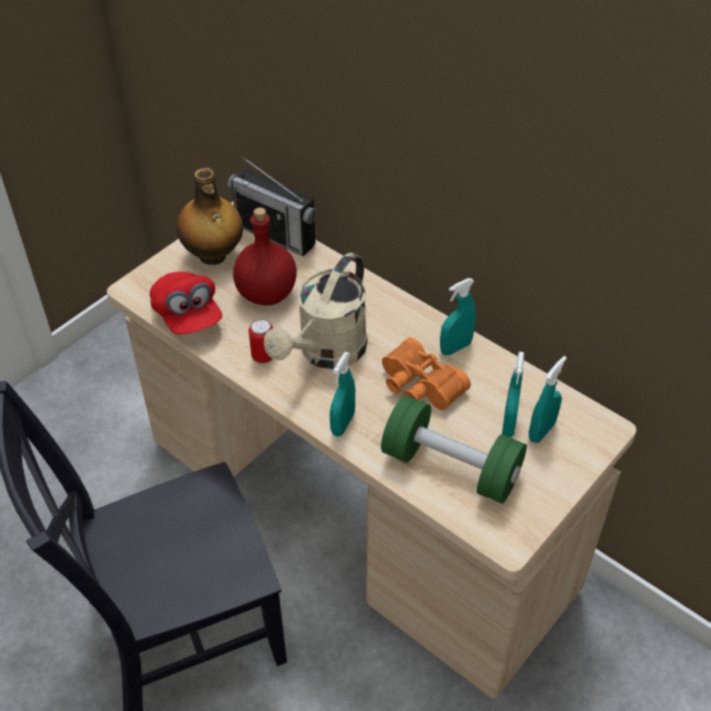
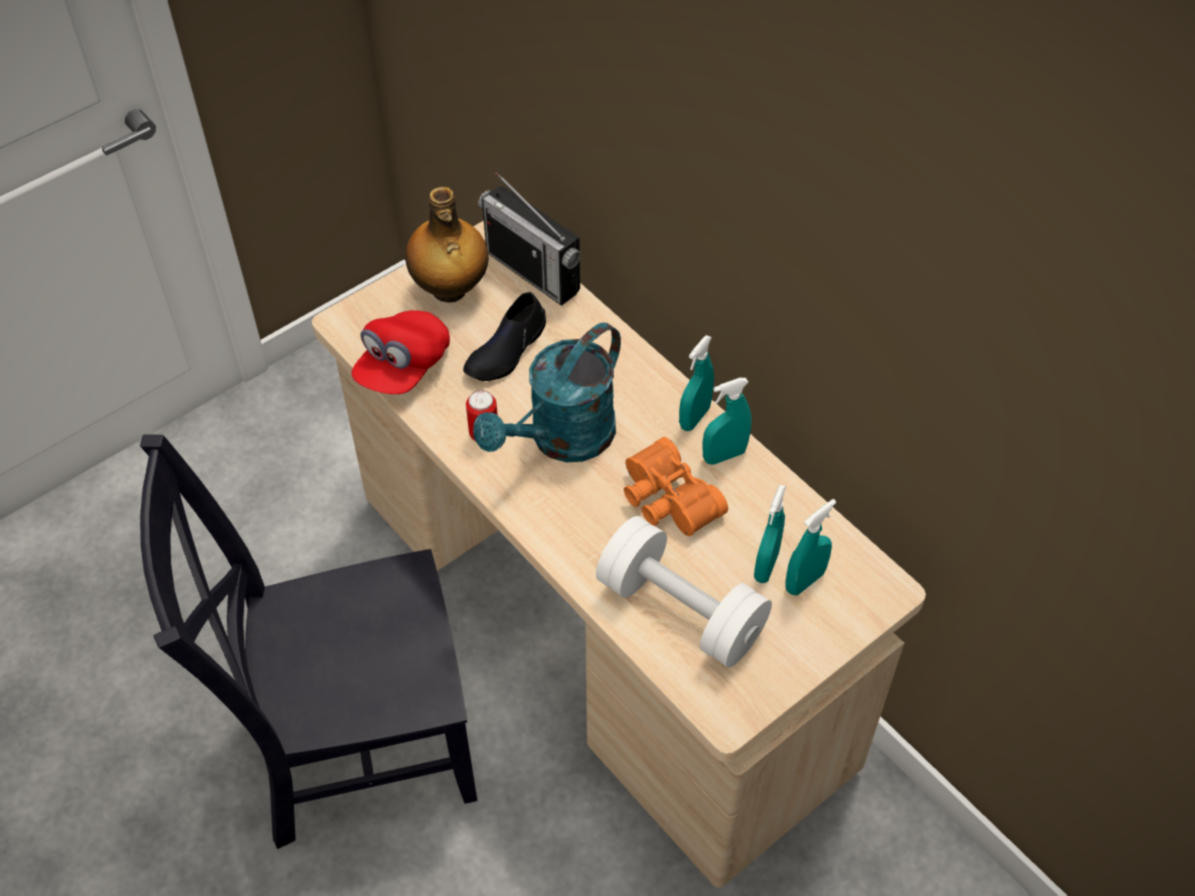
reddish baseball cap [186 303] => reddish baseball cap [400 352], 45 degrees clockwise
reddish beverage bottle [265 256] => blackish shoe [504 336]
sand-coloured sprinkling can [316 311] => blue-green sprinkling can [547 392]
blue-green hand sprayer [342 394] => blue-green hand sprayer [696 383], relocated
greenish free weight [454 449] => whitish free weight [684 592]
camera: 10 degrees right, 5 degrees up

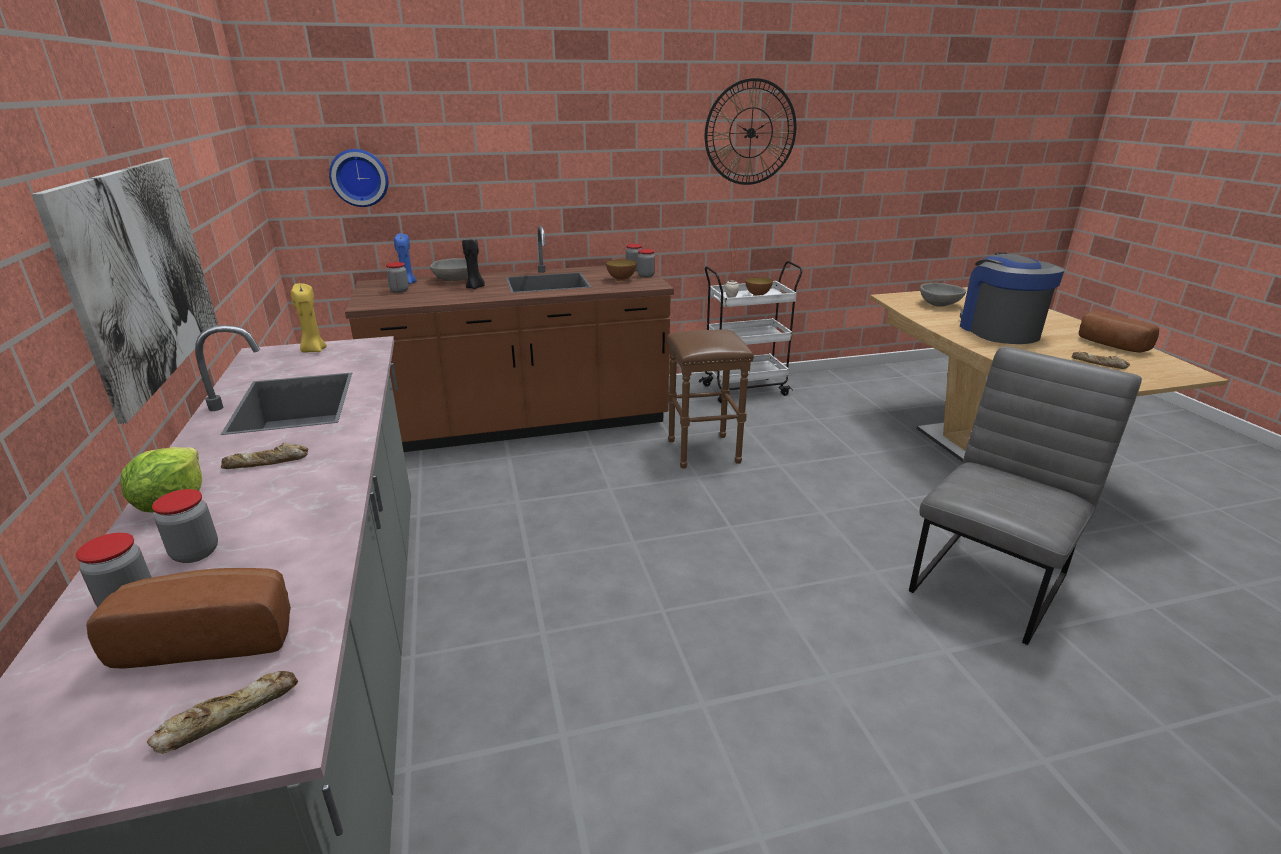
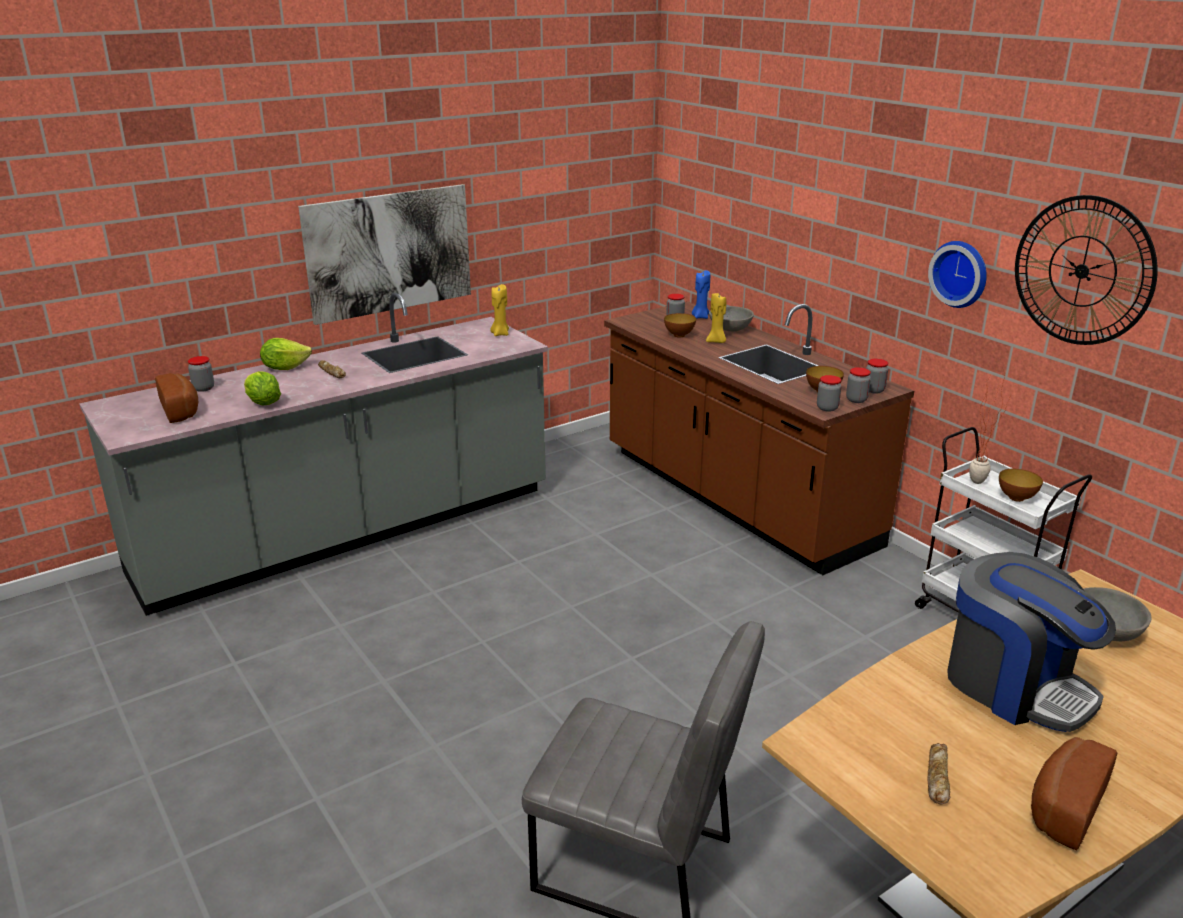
bakery bread [222 712] => nothing
jar [185 526] => jar [829 393], relocated
hanging clock [358 178] => hanging clock [957 274], relocated
blackish wax candle [473 263] => yellow wax candle [716 318]
brownish stool seat [710 399] => nothing
coffee machine [1012 298] => coffee machine [1031 642], 75 degrees clockwise
nothing => lettuce [262 388]
nothing => deep dish [680 325]
camera: 70 degrees right, 0 degrees up

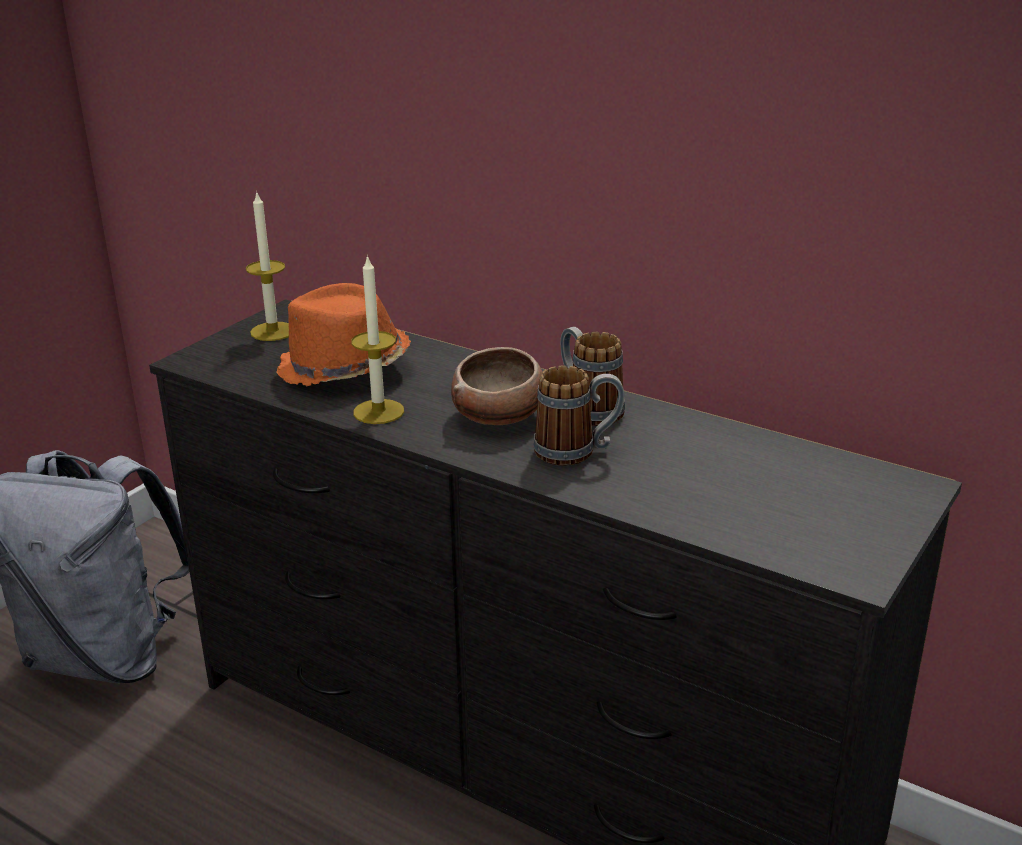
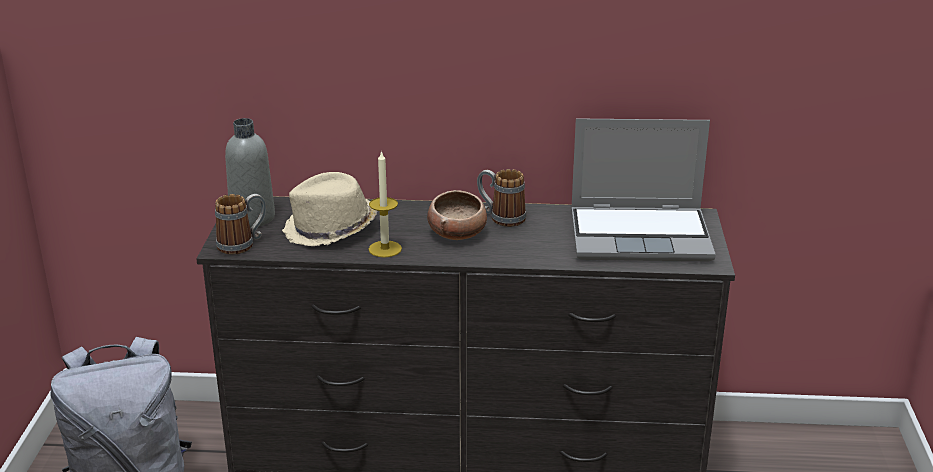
wax candle [267 267] => gray beverage bottle [250 172]
orangey wearable hat [343 334] => sand-coloured wearable hat [329 209]
tea mug [579 415] => tea mug [240 224], relocated
nothing => portable computer [643 189]
camera: 30 degrees left, 0 degrees up

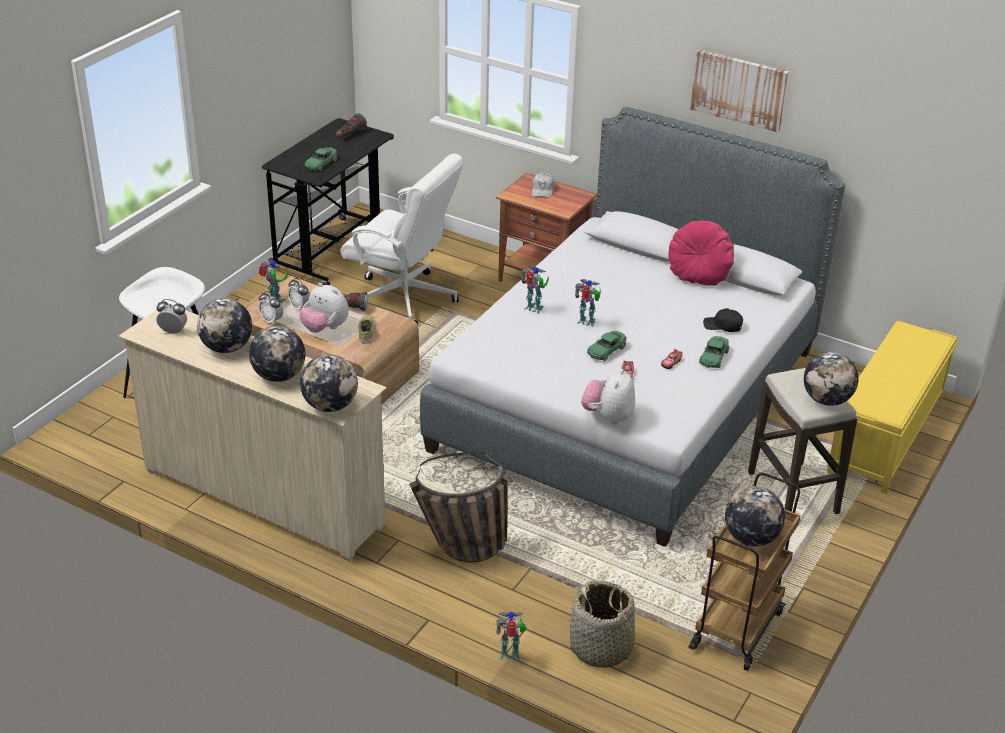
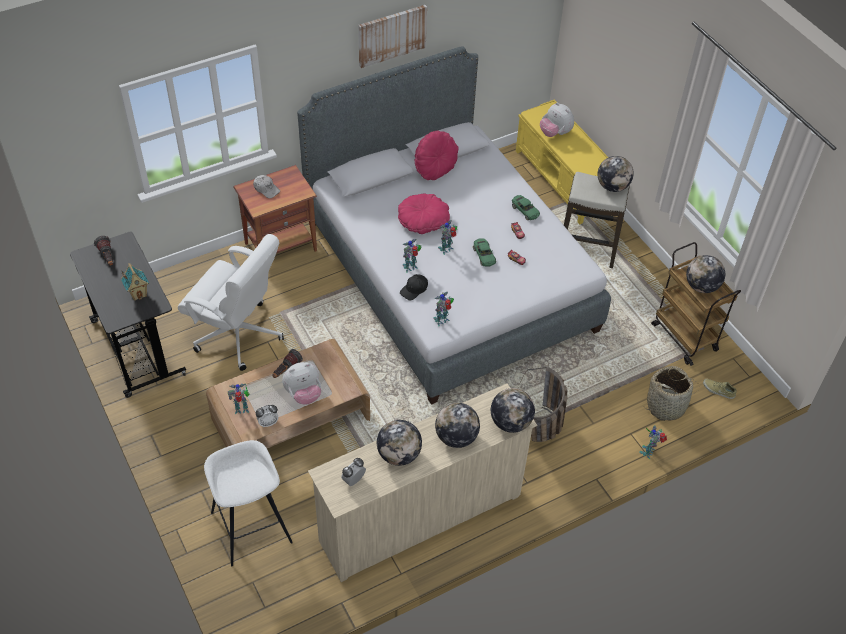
table clock [299 294] => nothing
greenish toy car [321 159] => model house [135 282]
whitish desk chair [401 239] => whitish desk chair [231 302], 60 degrees clockwise
sand-coloured shoe [366 329] => sand-coloured shoe [720 389], relocated
soft toy [608 397] => soft toy [557 119], relocated
blackish baseball cap [723 320] => blackish baseball cap [414 287], relocated
nothing => pink-coloured pillow [424 213]
nothing => robot figure [443 309]
camera: 60 degrees left, 15 degrees up

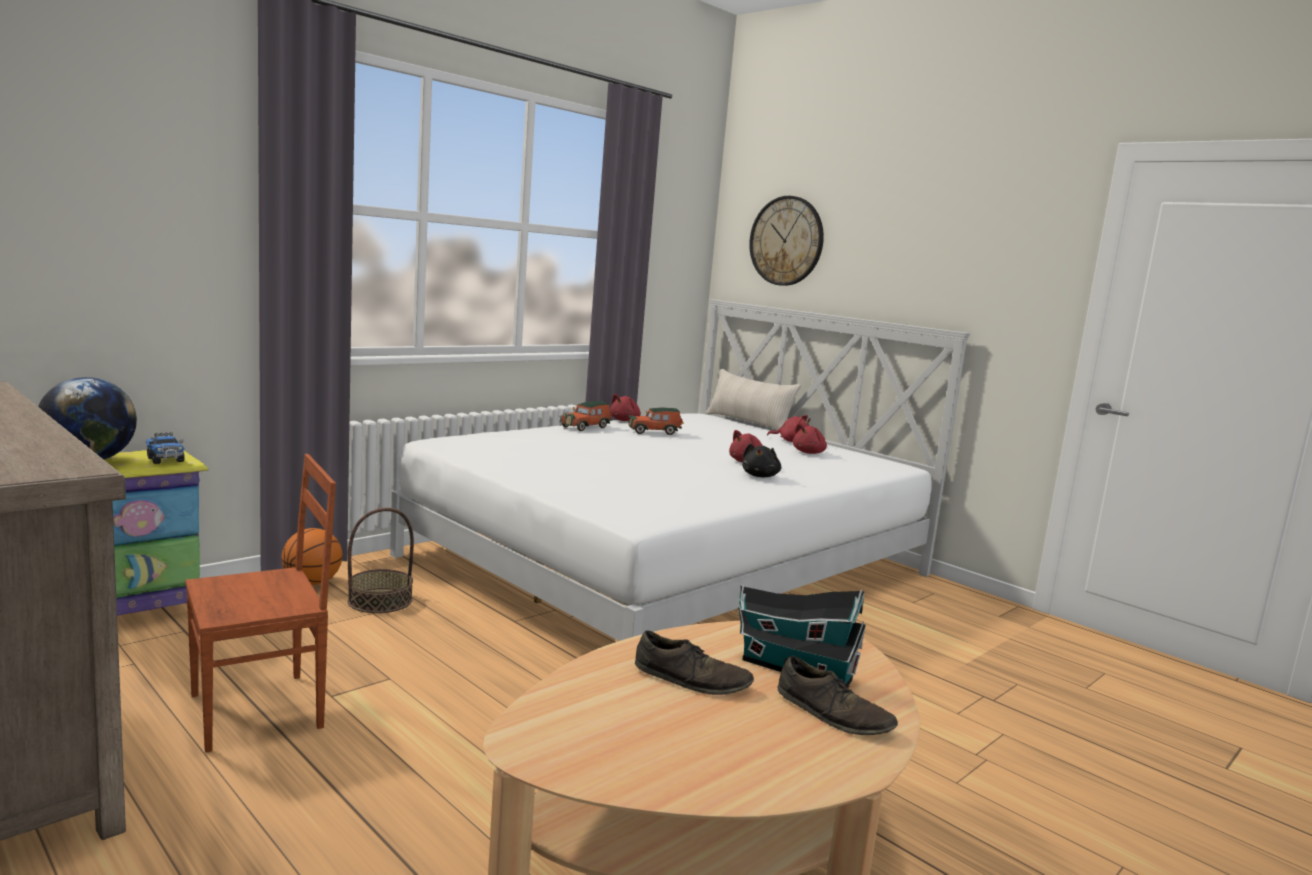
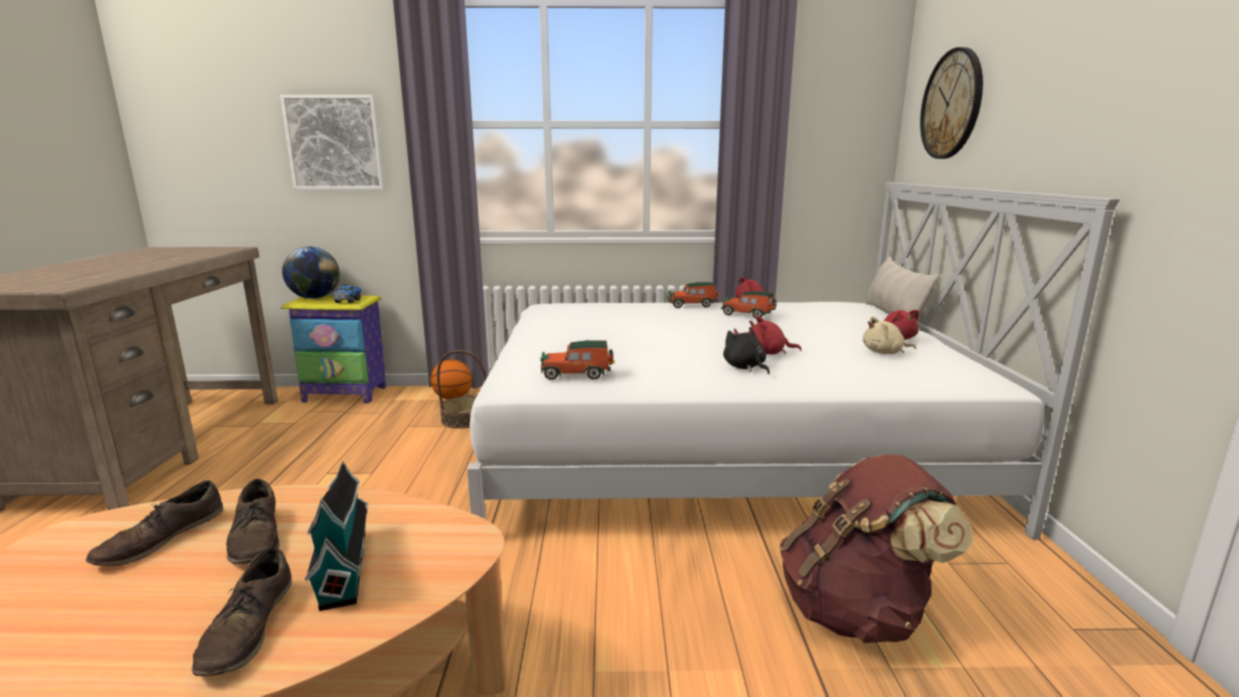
brownish chair [260 603] => nothing
blackish soft toy [761 460] => blackish soft toy [746 350], 90 degrees clockwise
reddish soft toy [810 438] => sand-coloured soft toy [889 335]
nothing => brownish shoe [154 523]
nothing => picture [332 142]
nothing => toy car [577 360]
nothing => brownish knapsack [876 548]
camera: 45 degrees right, 5 degrees up

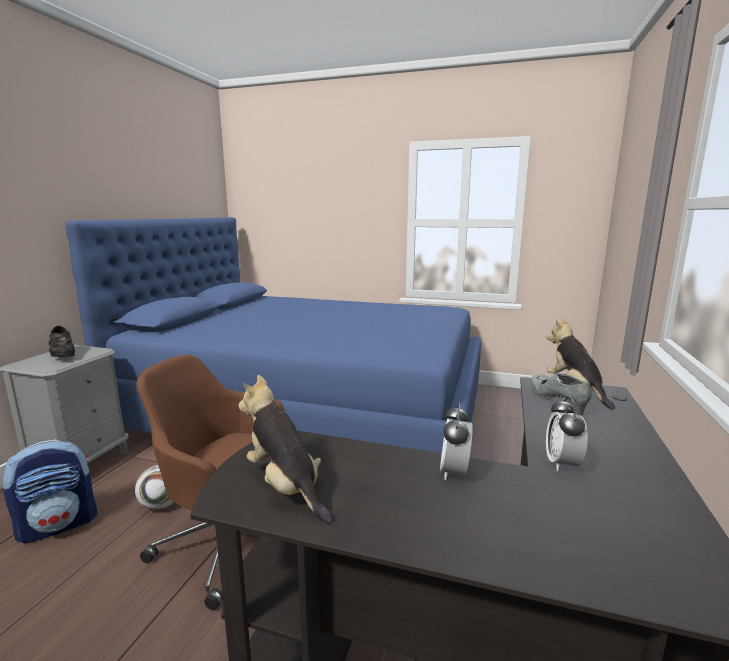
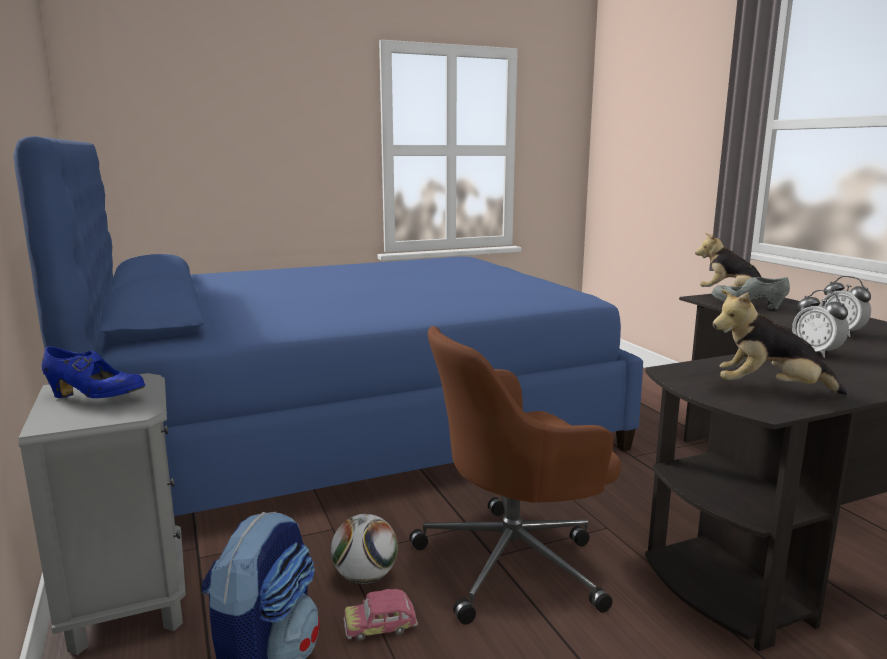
blackish shoe [62 341] => blue shoe [93 372]
nothing => toy car [381 615]
camera: 40 degrees left, 0 degrees up

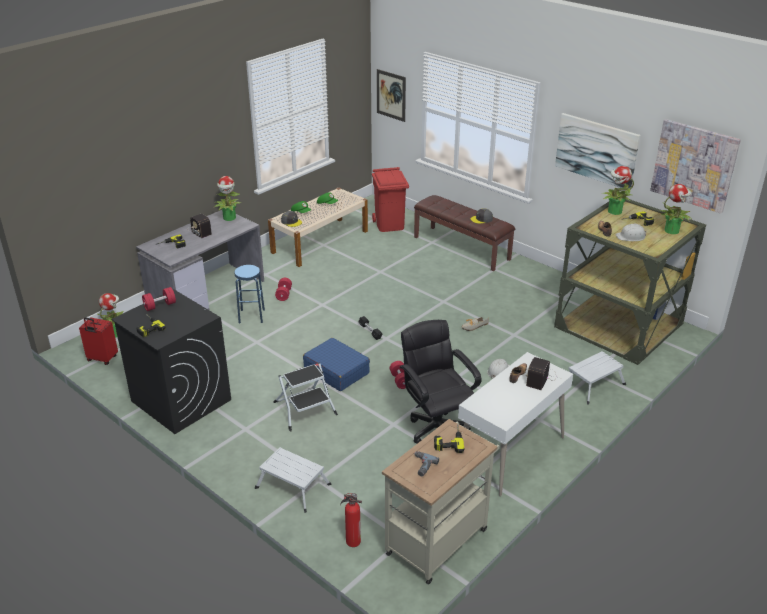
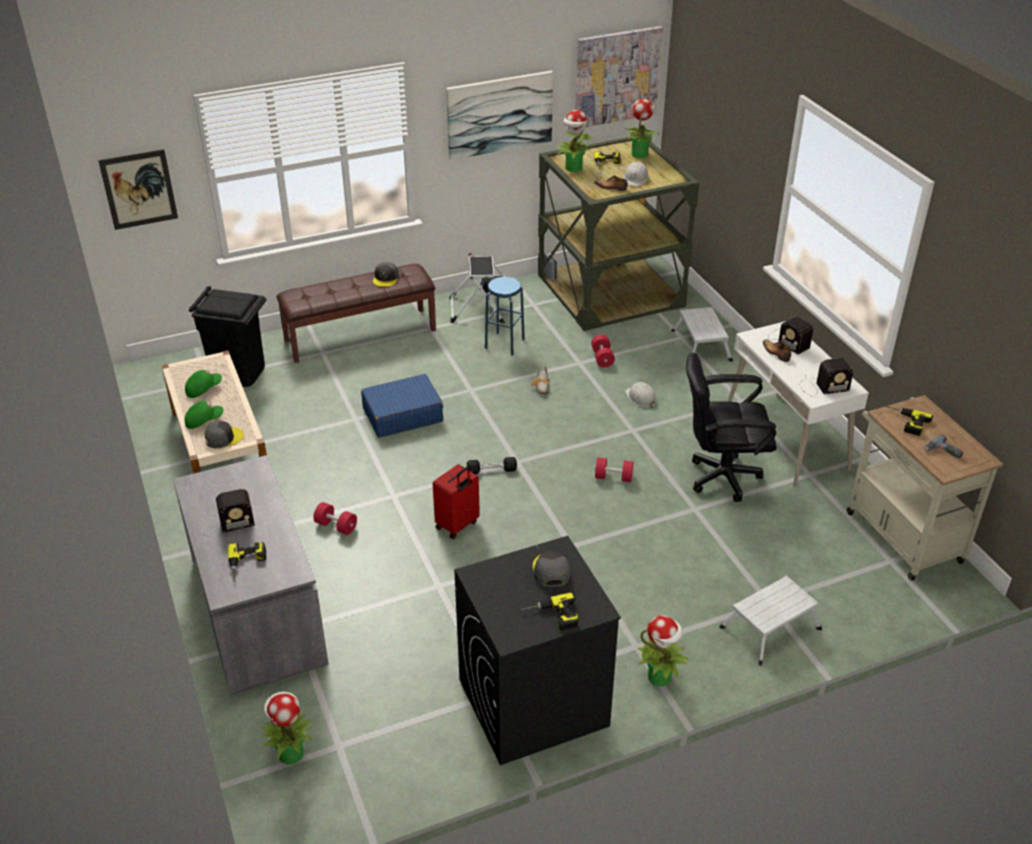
reddish suitcase [98 341] => reddish suitcase [456 501], relocated
reddish free weight [159 299] => reddish free weight [603 351], relocated
plant in a pot [227 198] => plant in a pot [663 650], relocated
blue stool seat [249 294] => blue stool seat [505 316], relocated
stepladder [305 397] => stepladder [477 288], relocated
blue suitcase [336 364] => blue suitcase [402 405], relocated
extinguisher [351 520] => nothing
reddish rubbish bin [390 199] => blackish rubbish bin [227 336]
nothing => gray baseball cap [551 569]
nothing => radio set [826 377]
camera: 65 degrees left, 5 degrees up

